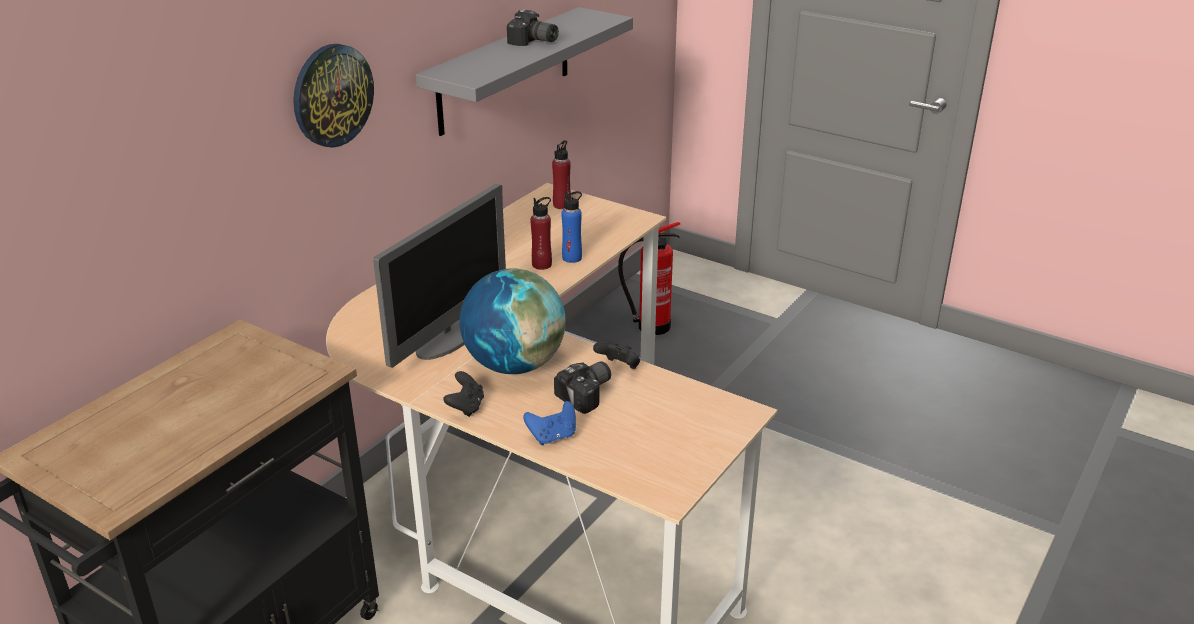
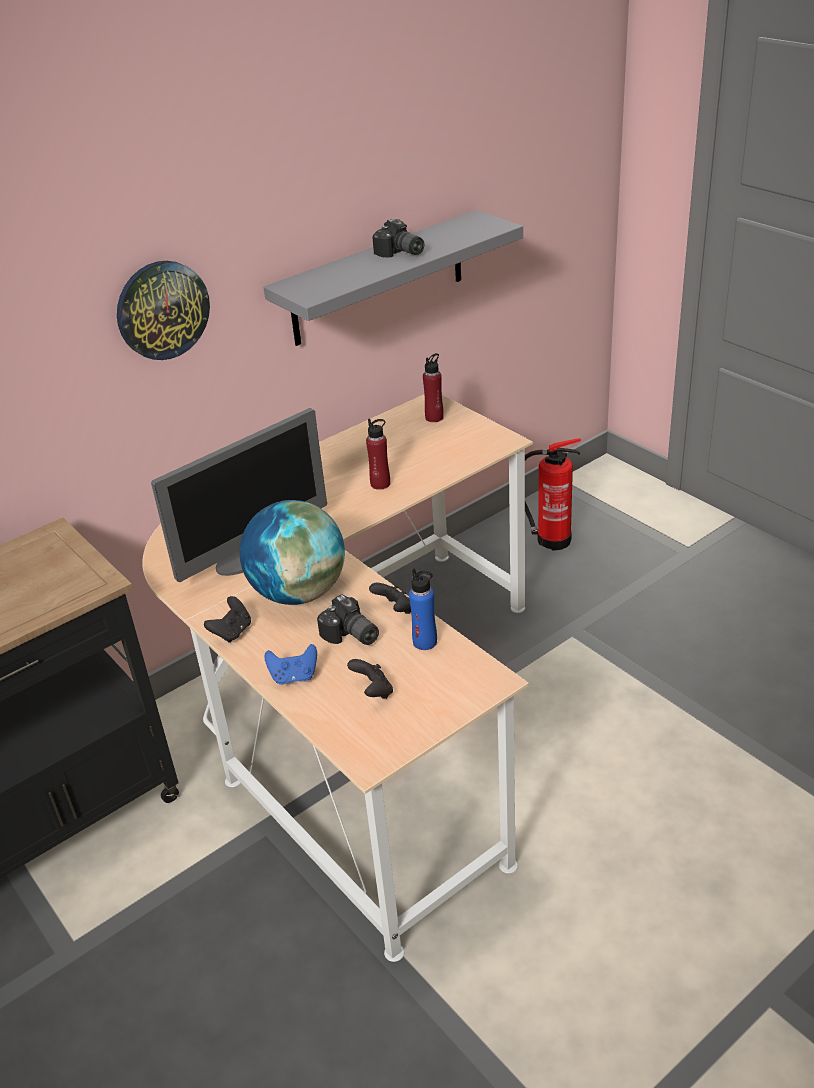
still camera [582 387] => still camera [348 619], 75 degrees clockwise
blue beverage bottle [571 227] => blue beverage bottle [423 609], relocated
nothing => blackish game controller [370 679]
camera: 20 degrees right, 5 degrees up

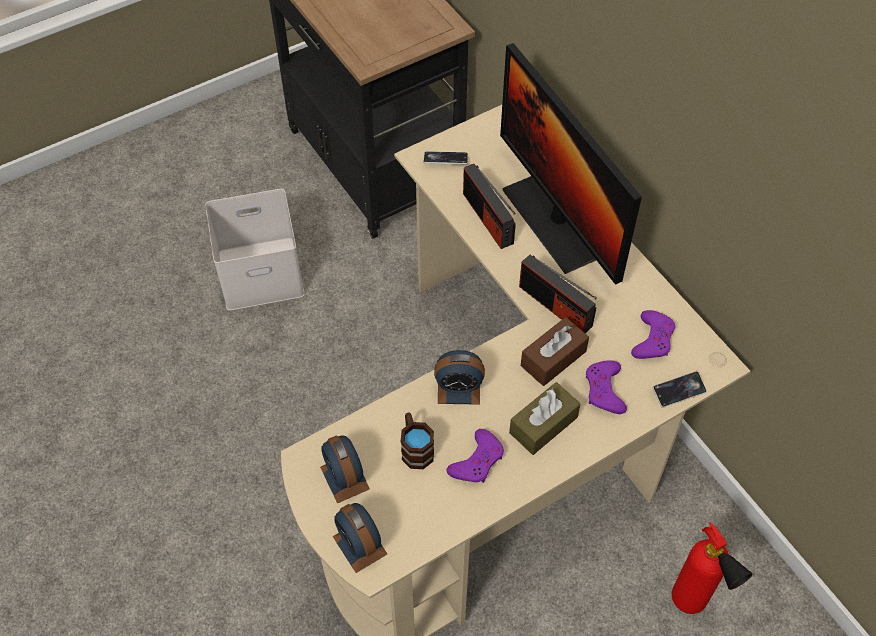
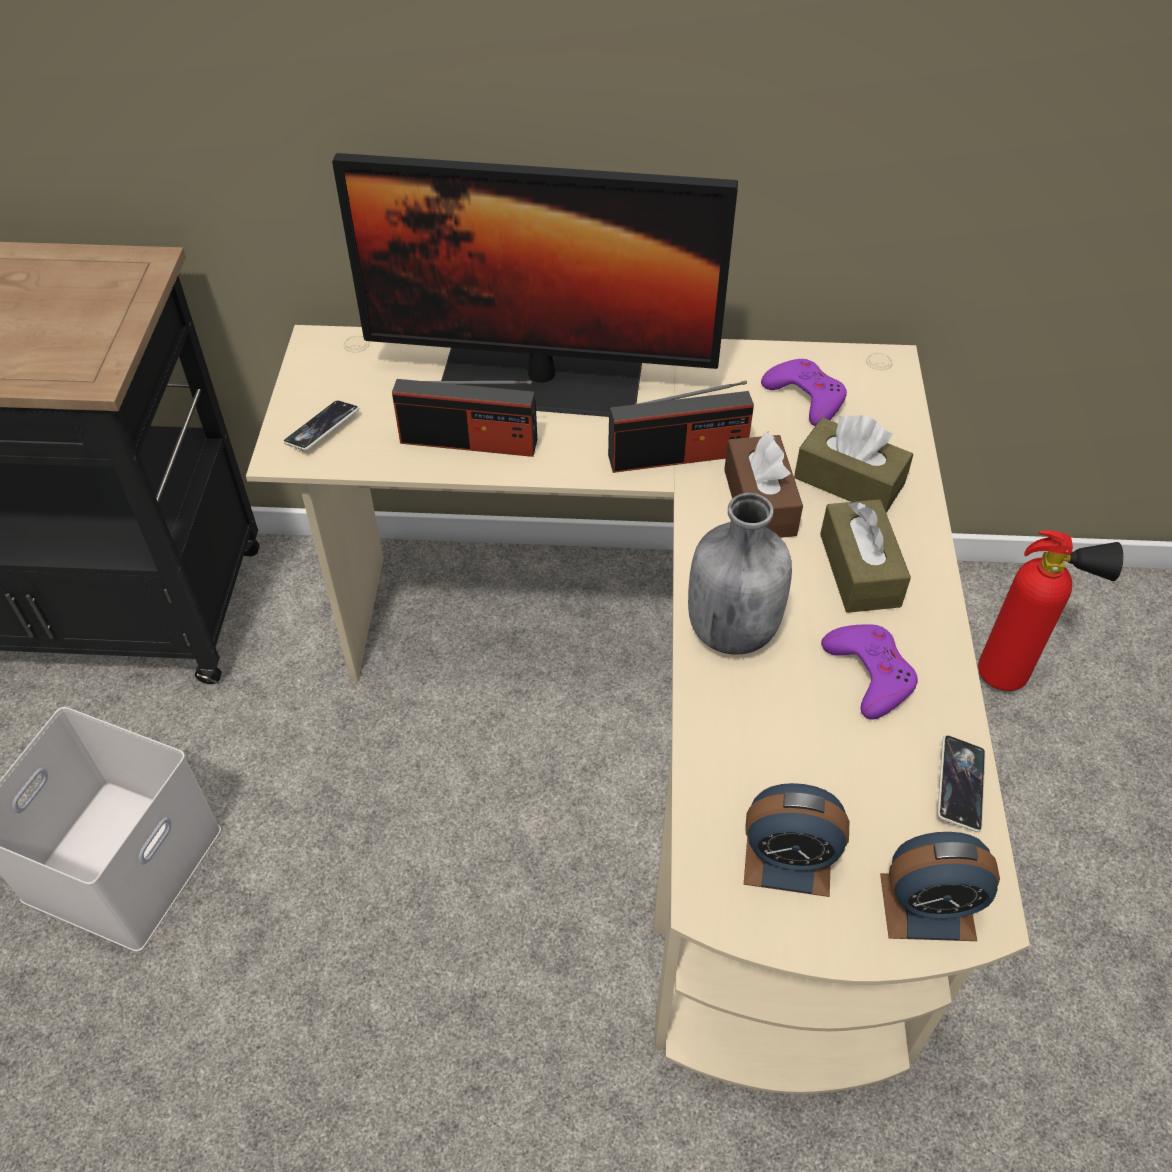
brownish tea mug [417 440] => nothing
table clock [459 377] => gray beverage bottle [740 574]
purple-coloured game controller [606 387] => brownish box of tissues [853 464]
handset [680 389] => handset [961 783], relocated
camera: 55 degrees left, 5 degrees down

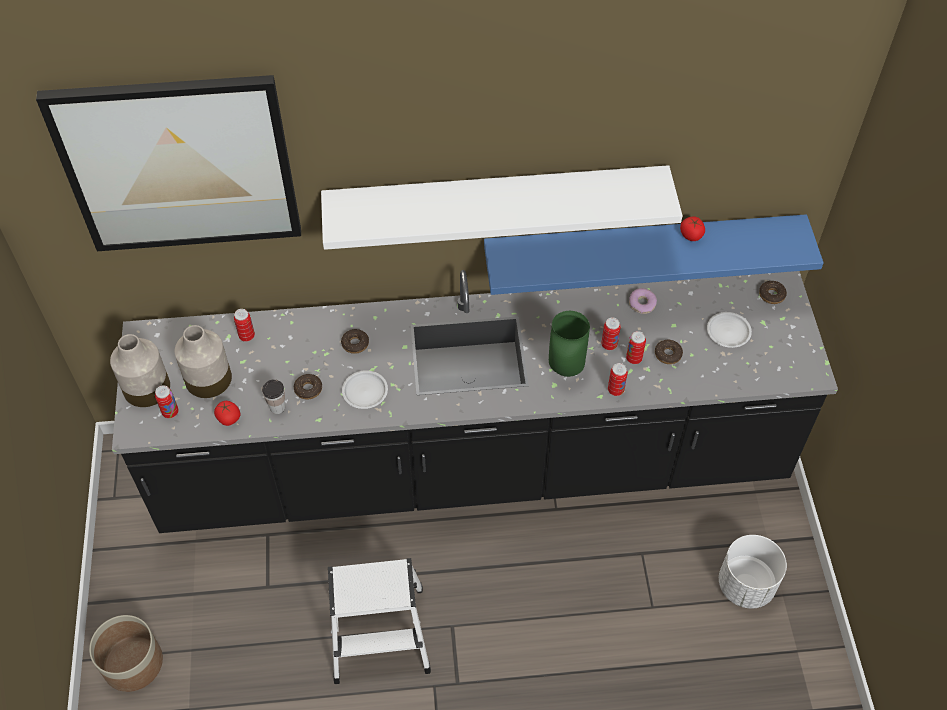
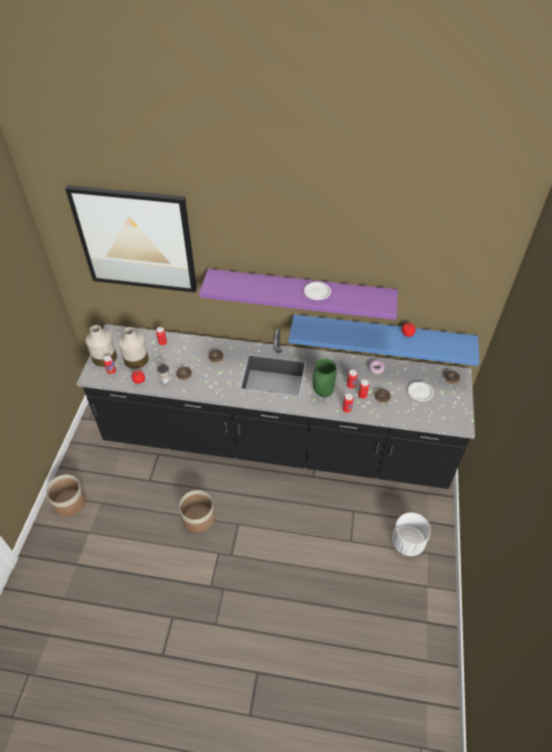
whitish bracket shelf [502 207] => purple-coloured bracket shelf [298 294]
whitish stepladder [379 621] => flower pot [197 511]
whitish dinner plate [365 389] => whitish dinner plate [317 291], relocated
camera: 15 degrees right, 5 degrees down

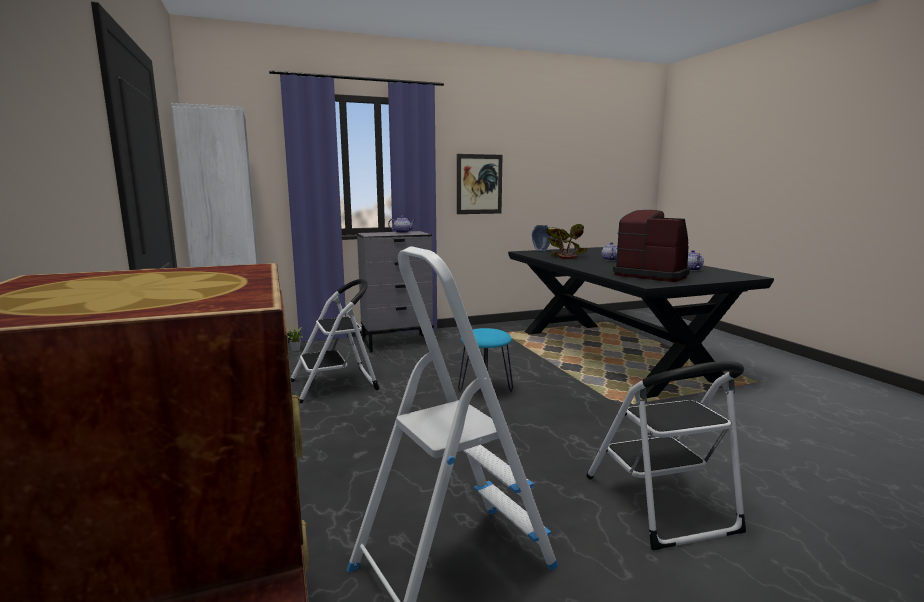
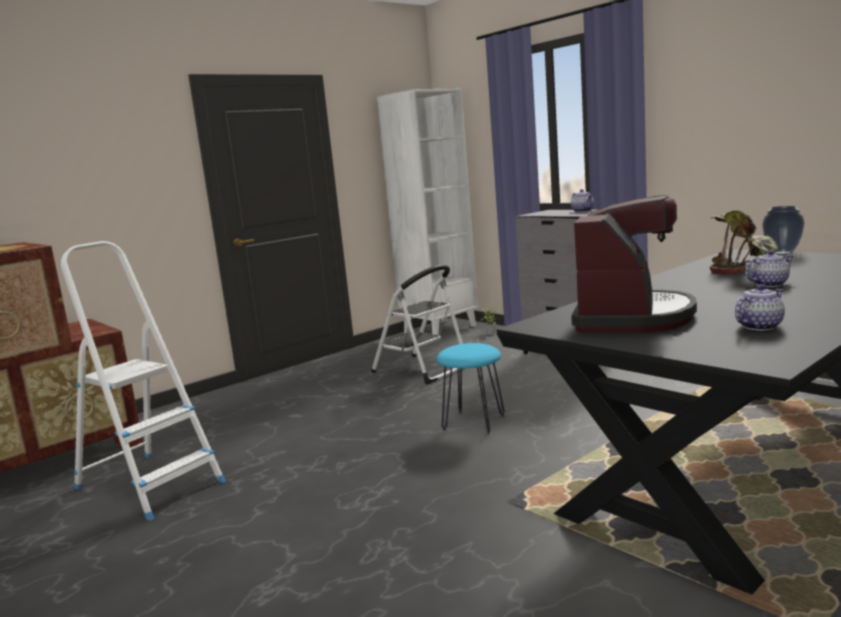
picture [479 184] => nothing
stepladder [666 455] => nothing
camera: 70 degrees right, 0 degrees up

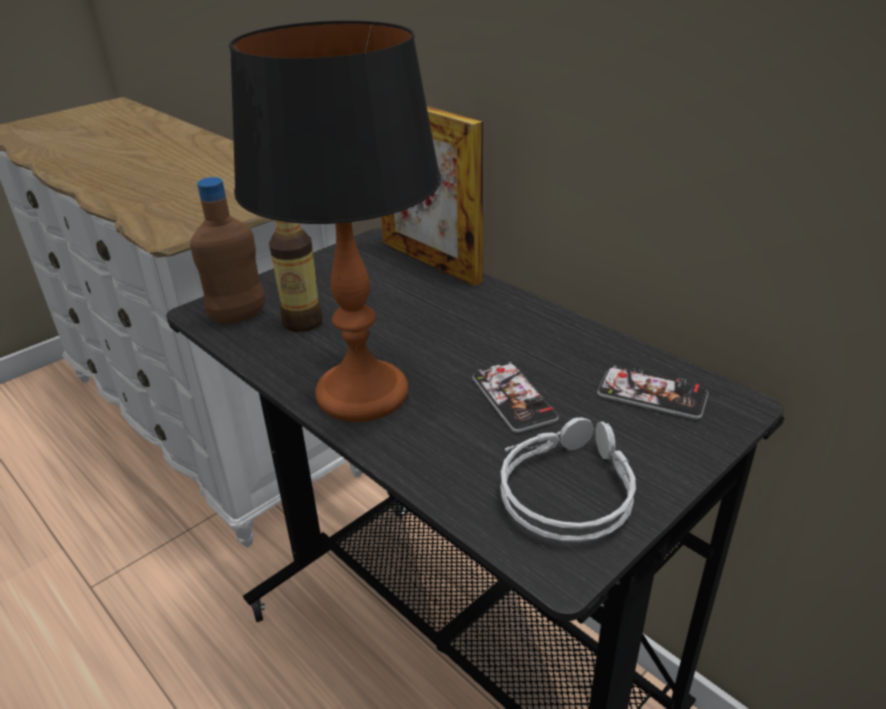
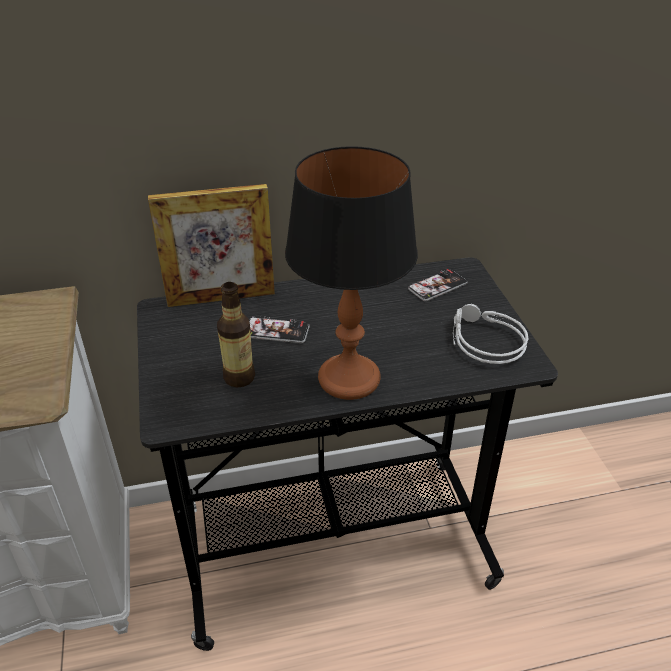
brownish beverage bottle [227 250] => nothing
handset [515 397] => handset [279 329], relocated
camera: 60 degrees left, 5 degrees up

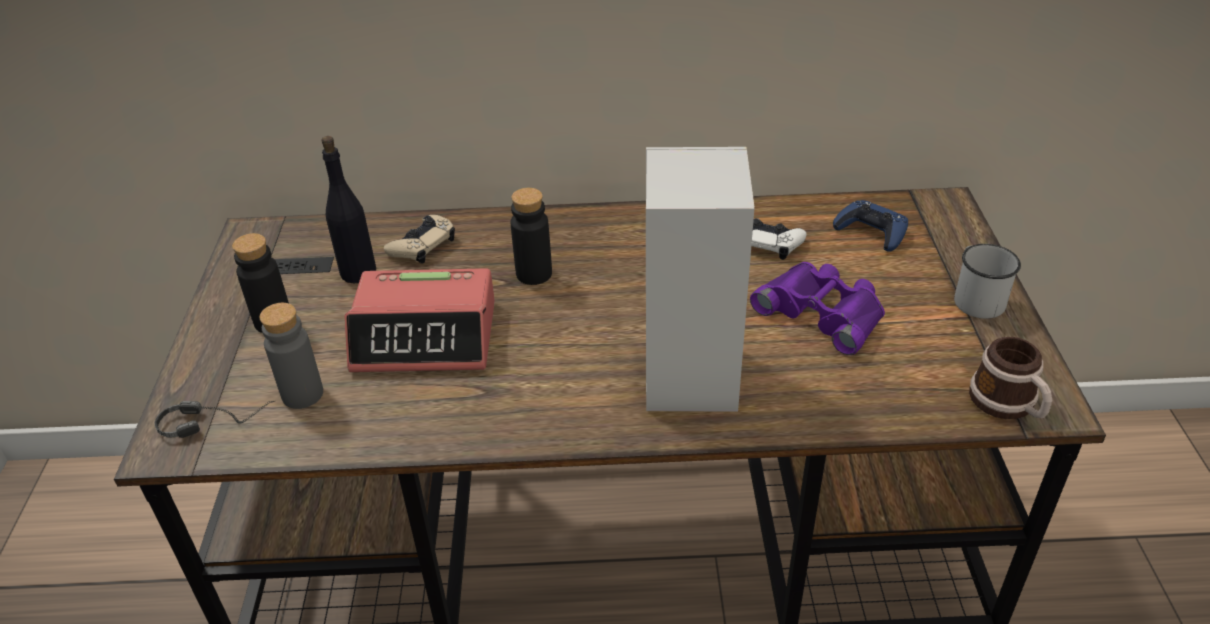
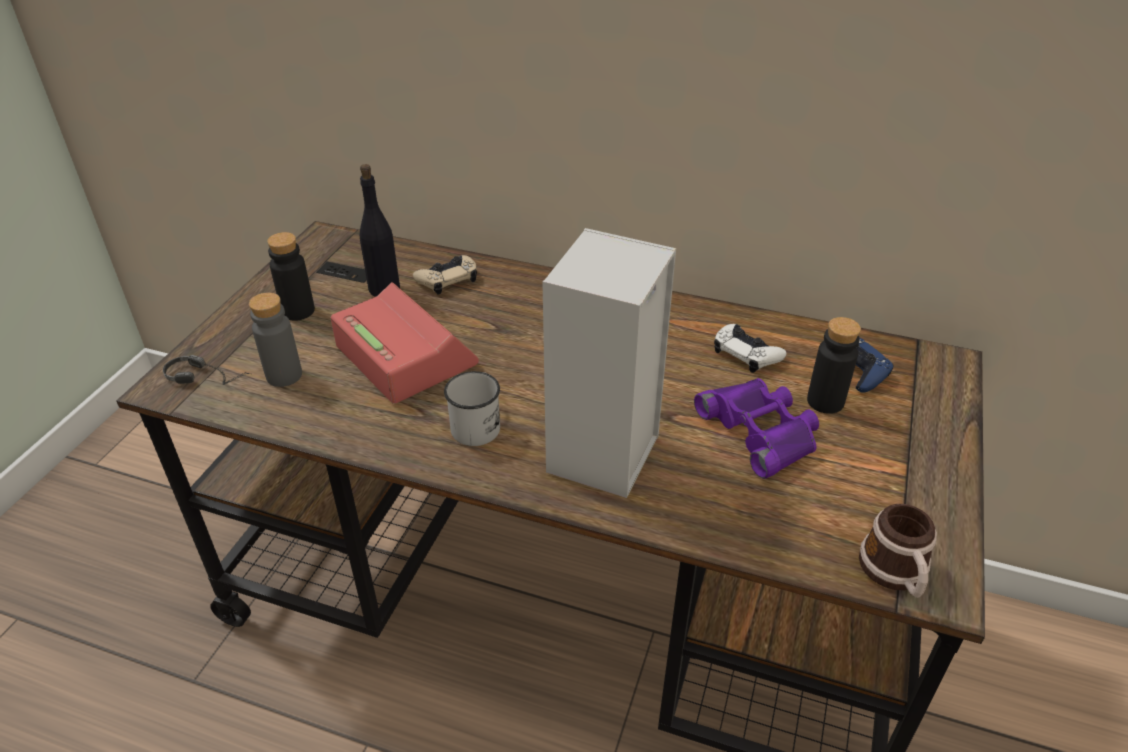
table clock [419 320] => table clock [405 343], 150 degrees counterclockwise
blackish beverage bottle [531 236] => blackish beverage bottle [834 365], relocated
whitish tea mug [987 281] => whitish tea mug [472 408], relocated
camera: 20 degrees right, 0 degrees up

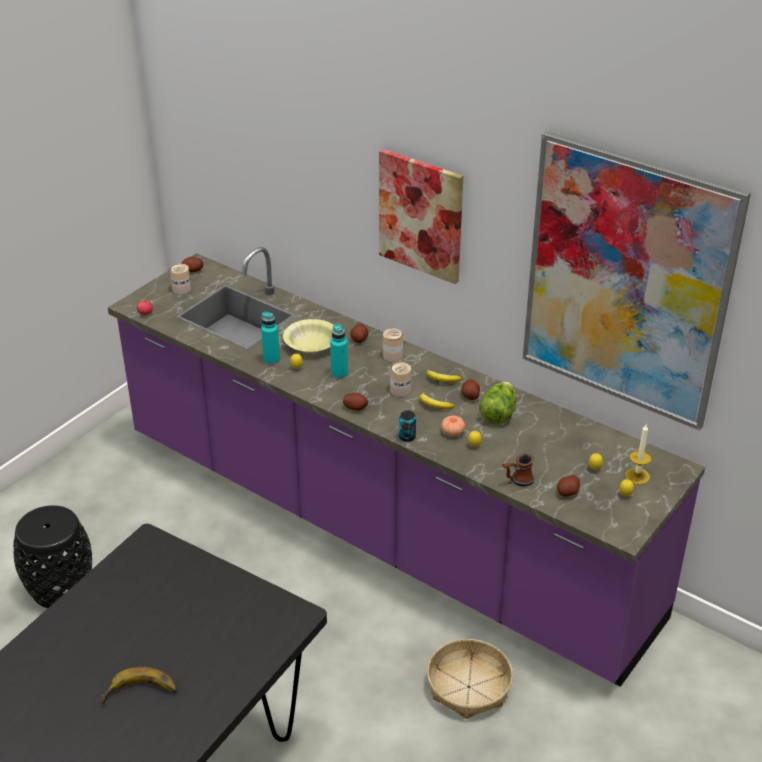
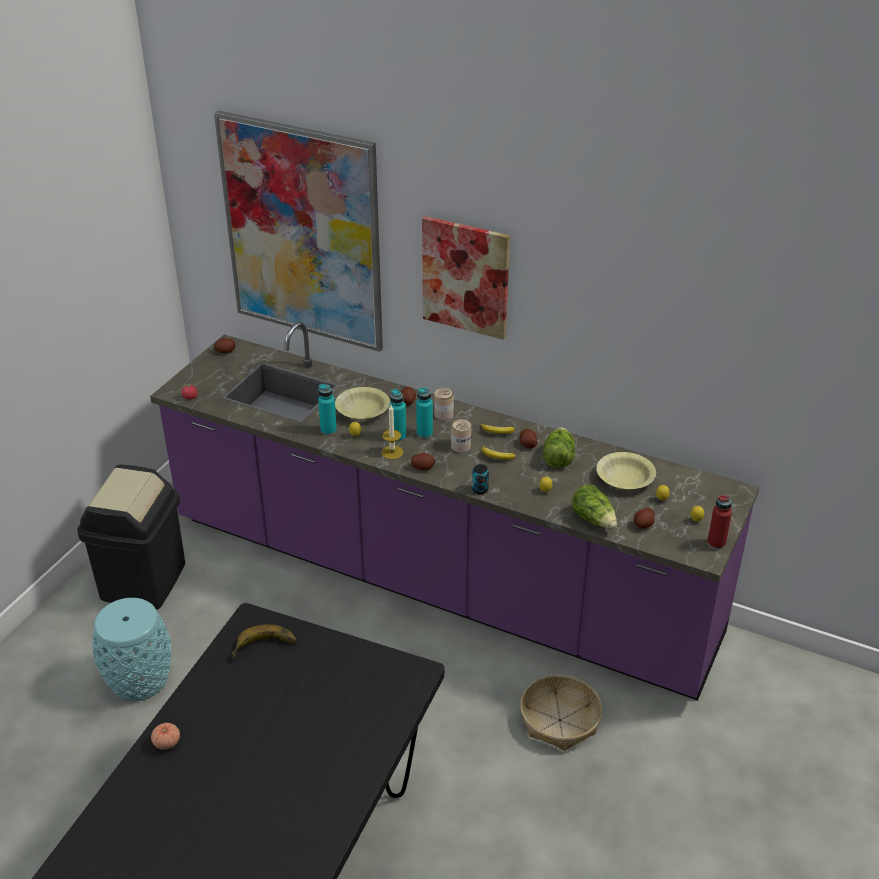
blackish stool seat [52 556] => blue-green stool seat [131 649]
banana fruit [139 685] => banana fruit [264 642], relocated
sealed can [180 279] => nothing
whole tomato [453 426] => whole tomato [165 736], relocated
tea mug [518 469] => lettuce [594 507]
picture [637 281] => picture [298 231], relocated
wax candle [638 455] => wax candle [392 432], relocated
nothing => blackish rubbish bin [131 537]
nothing => blue-green beverage bottle [424 412]
nothing => yellow deep dish [626 471]
nothing => reddish beverage bottle [719 522]
camera: 10 degrees left, 0 degrees up

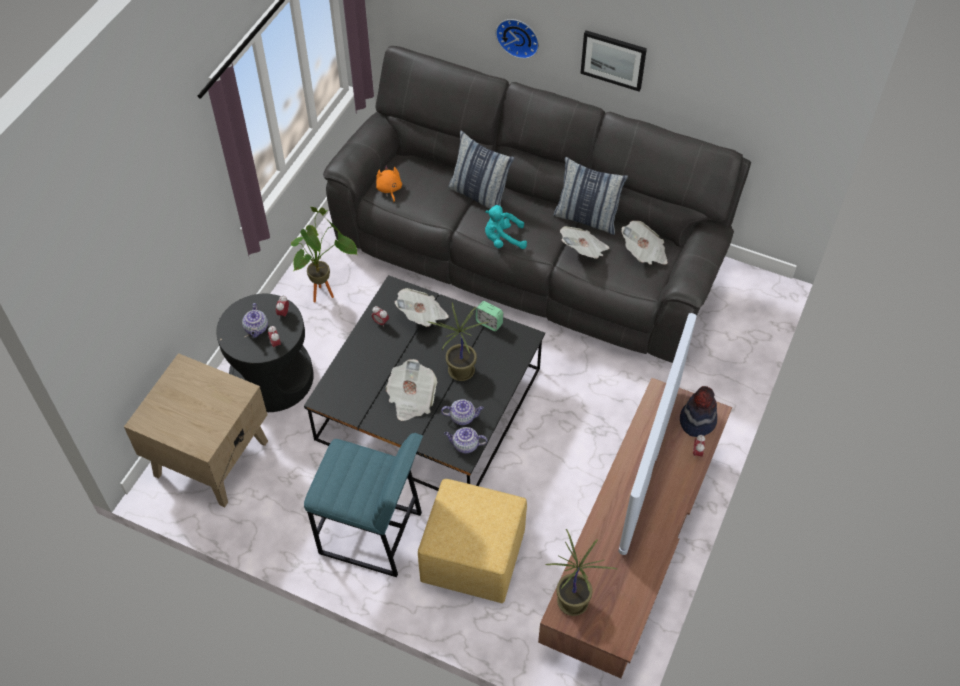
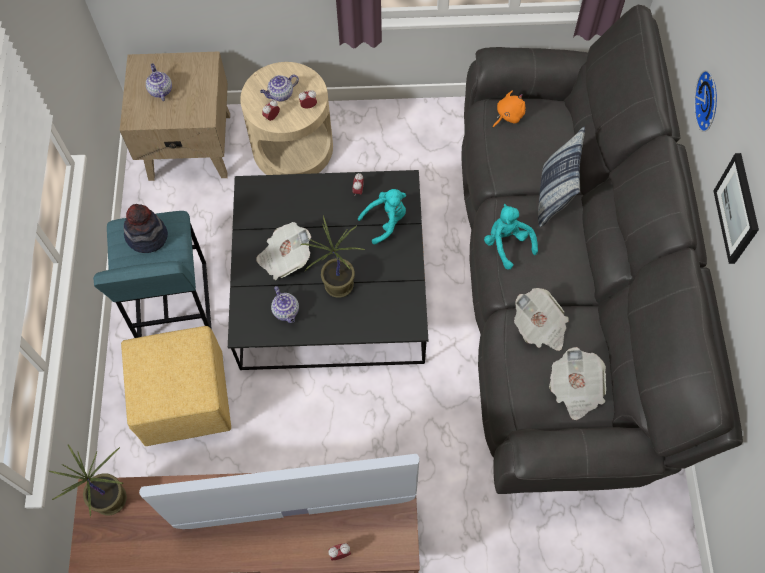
blackish side table [265 353] => sand-coloured side table [286 118]
plant in a pot [324 254] => nothing
printed paper [421 307] => blue-green soft toy [382 217]
teapot [465 440] => teapot [159 82], relocated
table clock [489 316] => nothing
pillow [591 196] => nothing
wearable hat [698 411] => wearable hat [145 228], relocated
camera: 65 degrees right, 10 degrees up

